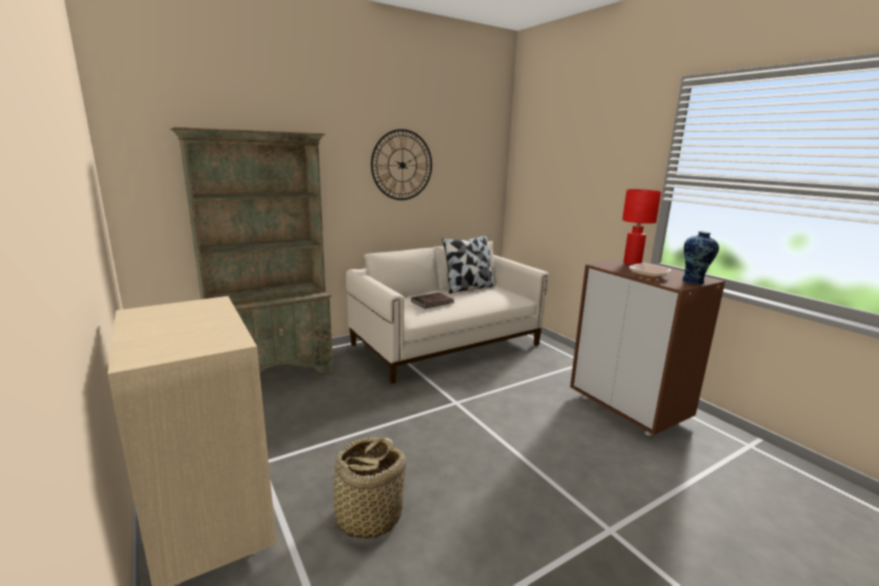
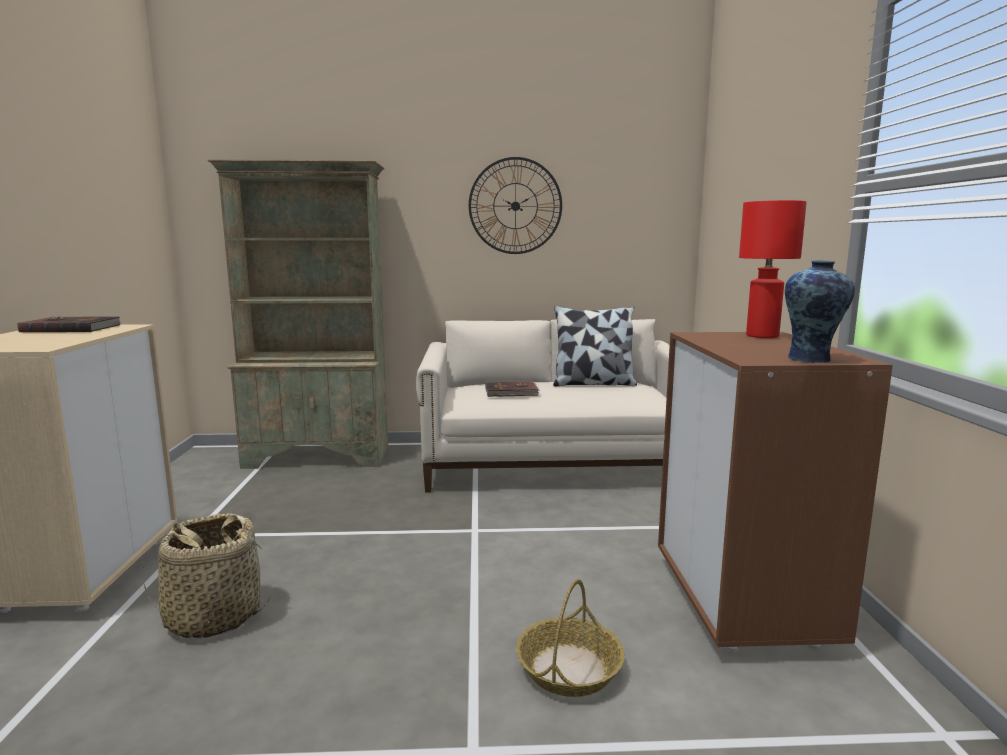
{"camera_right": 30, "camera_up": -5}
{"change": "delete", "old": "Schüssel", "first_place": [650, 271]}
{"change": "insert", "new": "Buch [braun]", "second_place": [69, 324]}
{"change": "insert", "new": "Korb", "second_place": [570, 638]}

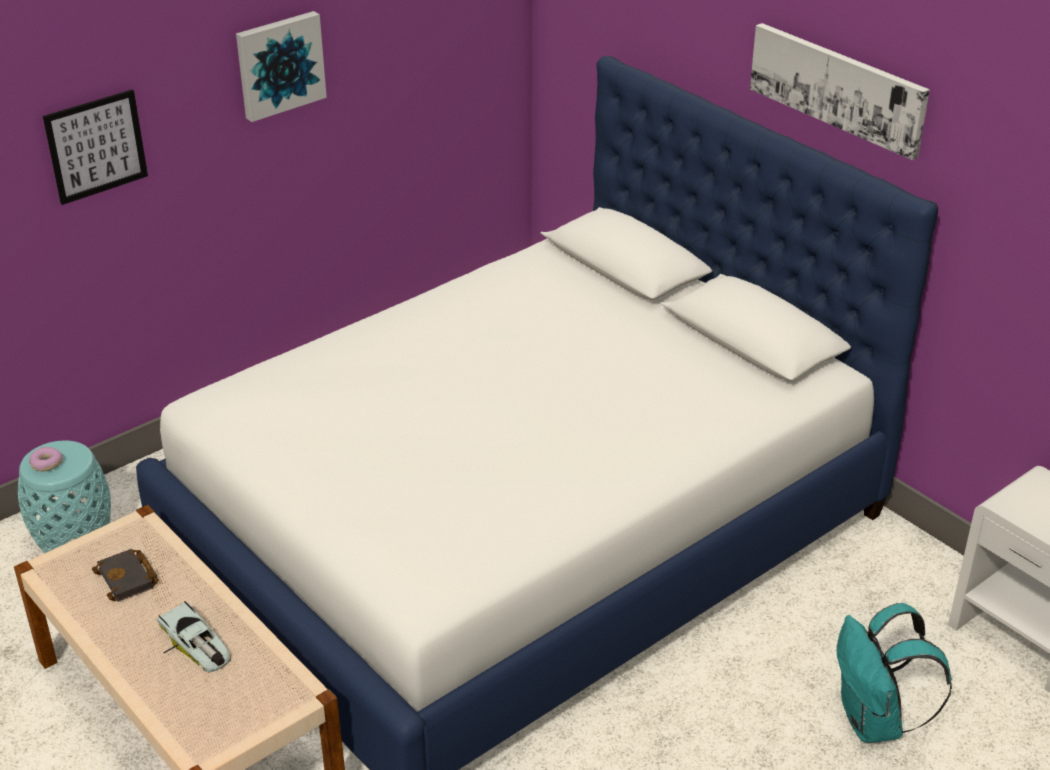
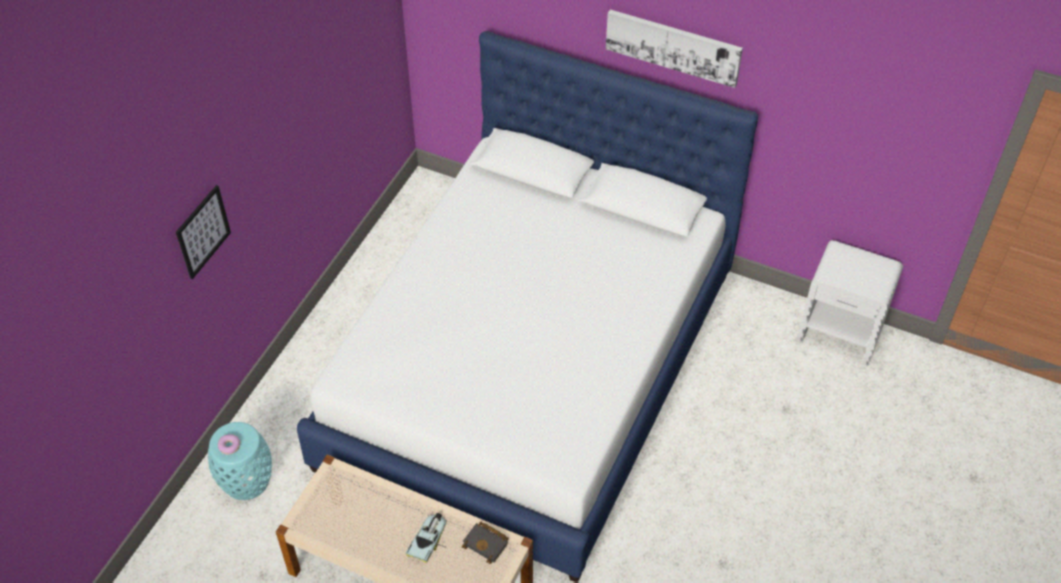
{"camera_right": -25, "camera_up": 15}
{"change": "delete", "old": "Bild", "first_place": [281, 66]}
{"change": "delete", "old": "Rucksack [türkis]", "first_place": [894, 673]}
{"change": "move", "old": "Buch [schwarz]", "first_place": [125, 575], "second_place": [485, 543]}
{"change": "rotate", "old": "Spielzeugauto", "first_place": [194, 636], "second_place": [426, 538], "degrees": -90}

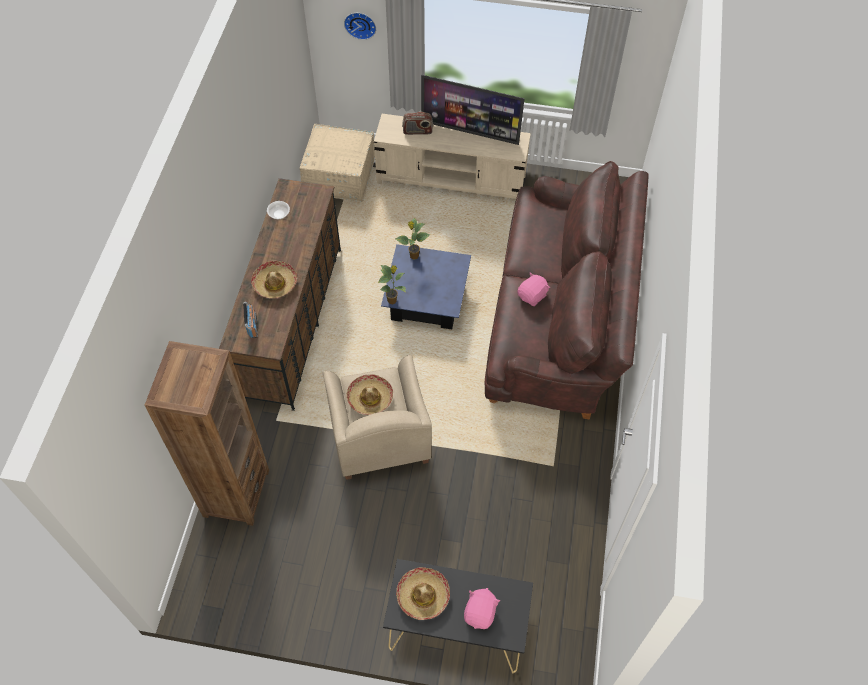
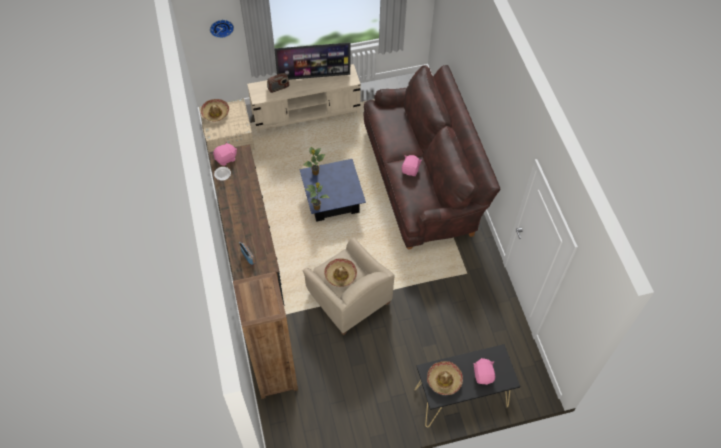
{"camera_right": -25, "camera_up": 0}
{"change": "insert", "new": "Plüschtier [rosa]", "second_place": [225, 154]}
{"change": "move", "old": "Hut", "first_place": [274, 280], "second_place": [215, 110]}

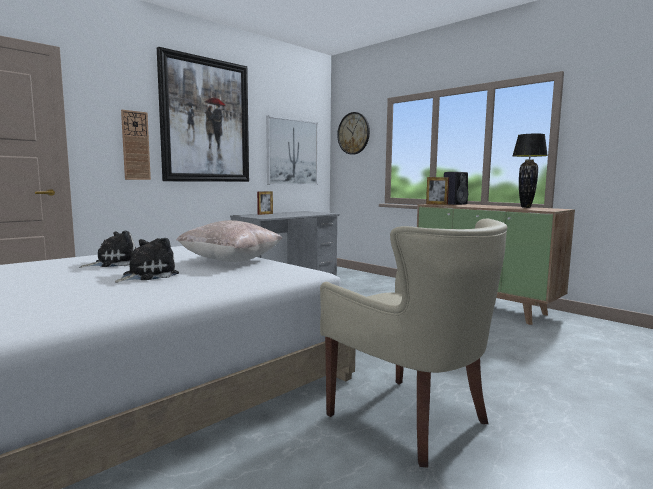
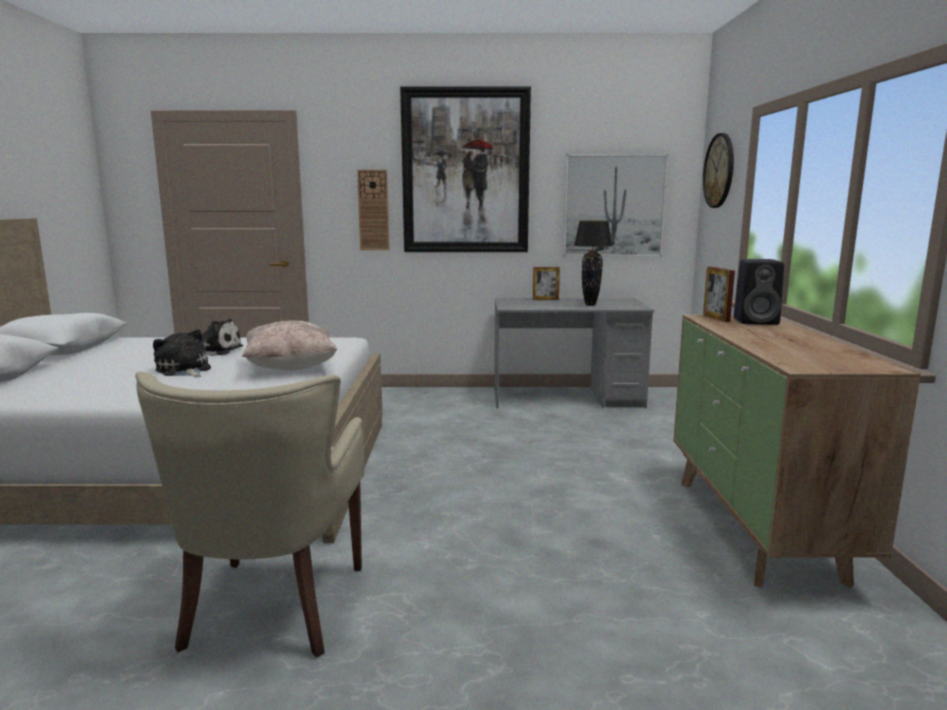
{"camera_right": 45, "camera_up": 5}
{"change": "move", "old": "Tischlampe [schwarz]", "first_place": [530, 171], "second_place": [593, 263]}
{"change": "rotate", "old": "Plüschtier", "first_place": [147, 260], "second_place": [182, 353], "degrees": -120}

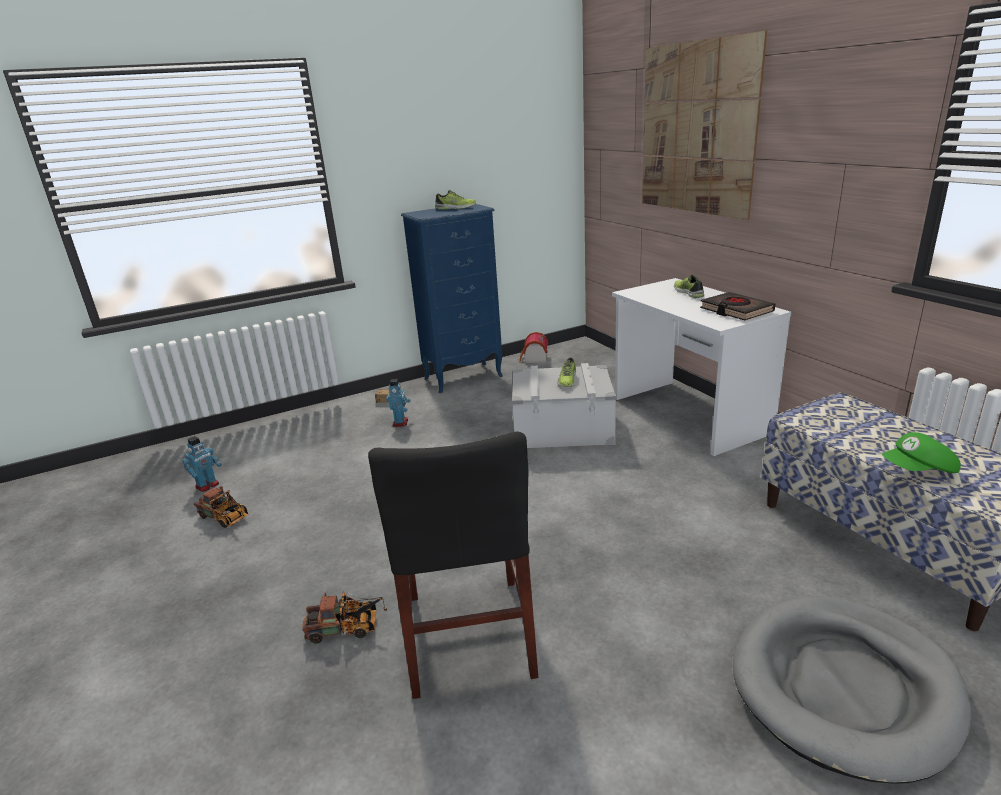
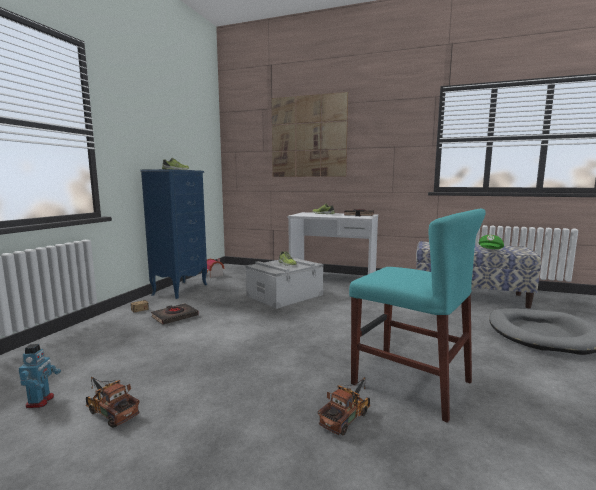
{"camera_right": -45, "camera_up": -15}
{"change": "replace", "old": "Spielzeugroboter", "new": "Buch [schwarz]", "first_place": [398, 403], "second_place": [175, 314]}
{"change": "recolor", "old": "Stuhl [schwarz]", "new": "Stuhl [türkis]", "first_place": [453, 565], "second_place": [417, 316]}
{"change": "rotate", "old": "Spielzeuglaster", "first_place": [221, 507], "second_place": [113, 402], "degrees": -135}

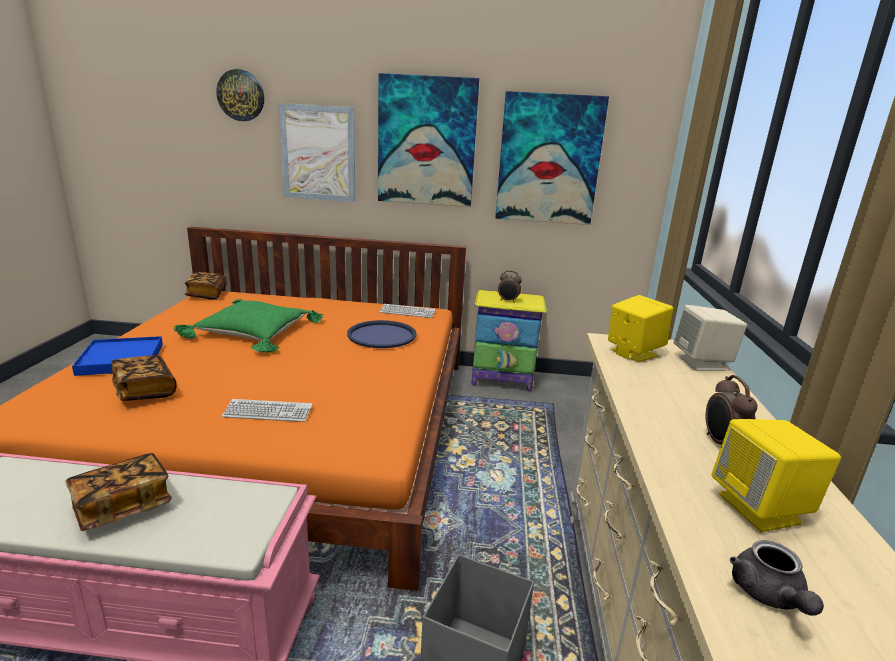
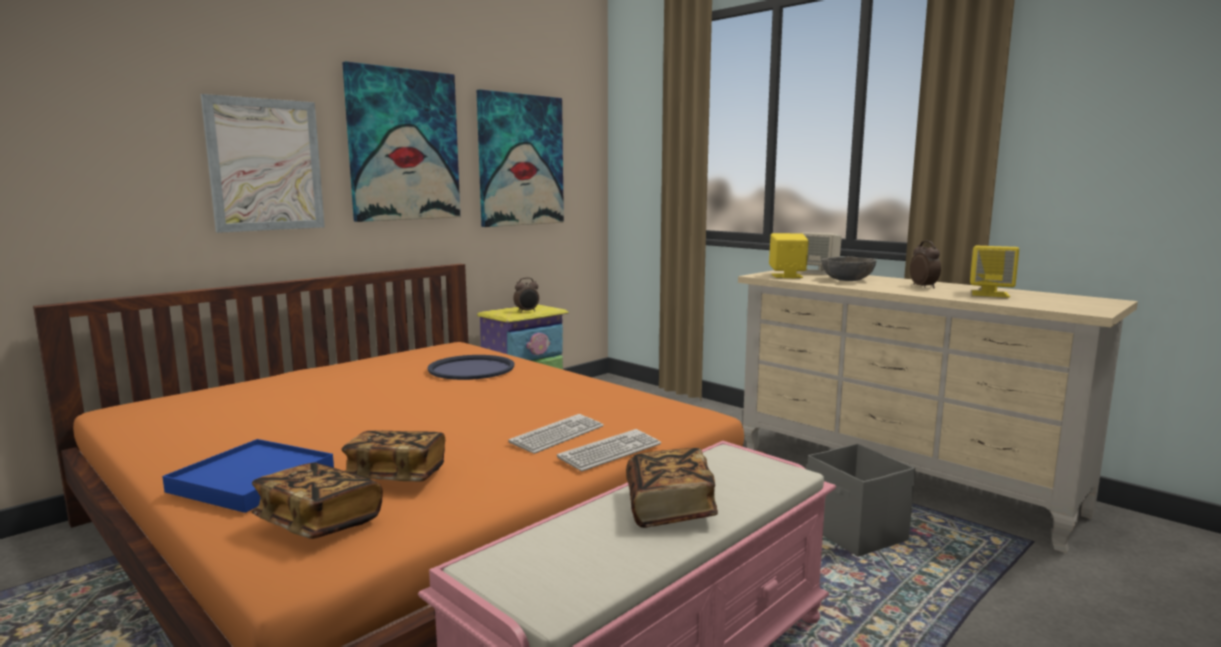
{"camera_right": -50, "camera_up": -10}
{"change": "delete", "old": "Kissen [grün]", "first_place": [249, 326]}
{"change": "delete", "old": "Wanduhr", "first_place": [240, 95]}
{"change": "delete", "old": "Teekanne [grau]", "first_place": [777, 578]}
{"change": "insert", "new": "Schüssel [grau]", "second_place": [849, 268]}
{"change": "move", "old": "Buch", "first_place": [206, 286], "second_place": [317, 501]}
{"change": "move", "old": "Tastatur", "first_place": [407, 311], "second_place": [609, 450]}
{"change": "rotate", "old": "Wecker", "first_place": [731, 410], "second_place": [925, 264], "degrees": -135}

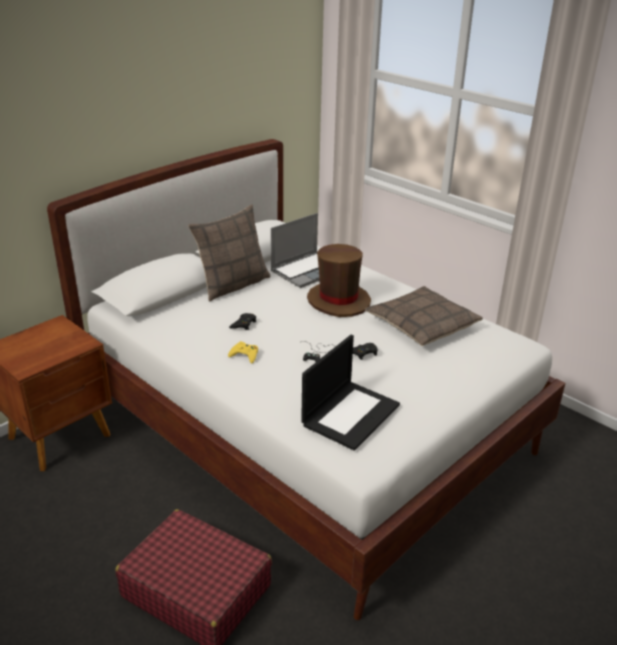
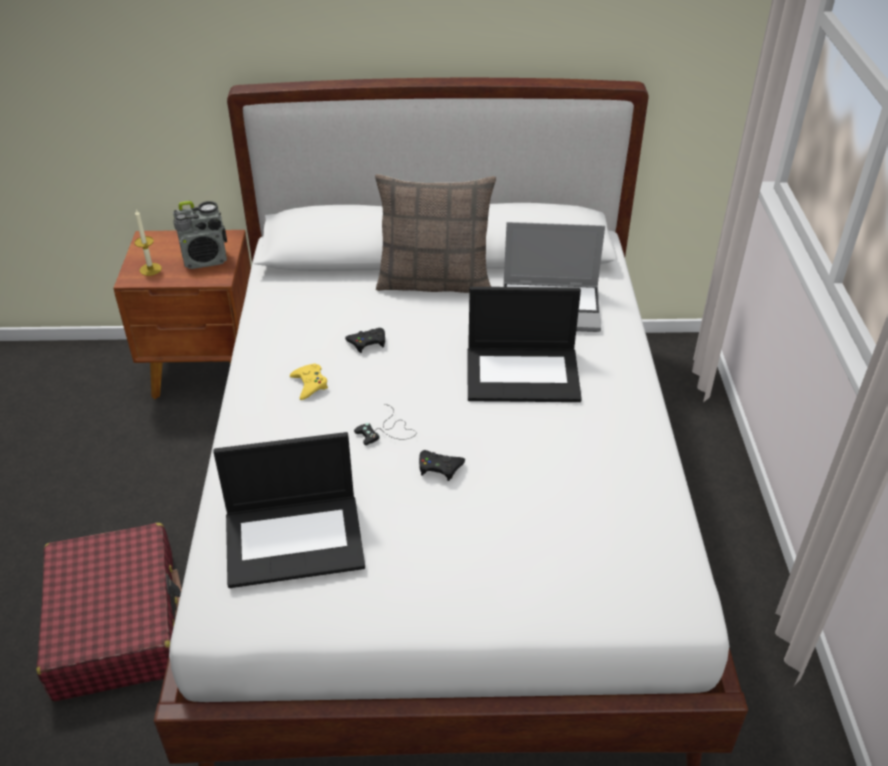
{"camera_right": 45, "camera_up": 10}
{"change": "delete", "old": "Kissen", "first_place": [424, 316]}
{"change": "insert", "new": "Kerze", "second_place": [148, 242]}
{"change": "insert", "new": "Radio", "second_place": [200, 235]}
{"change": "replace", "old": "Hut [braun]", "new": "Laptop", "first_place": [339, 280], "second_place": [524, 344]}

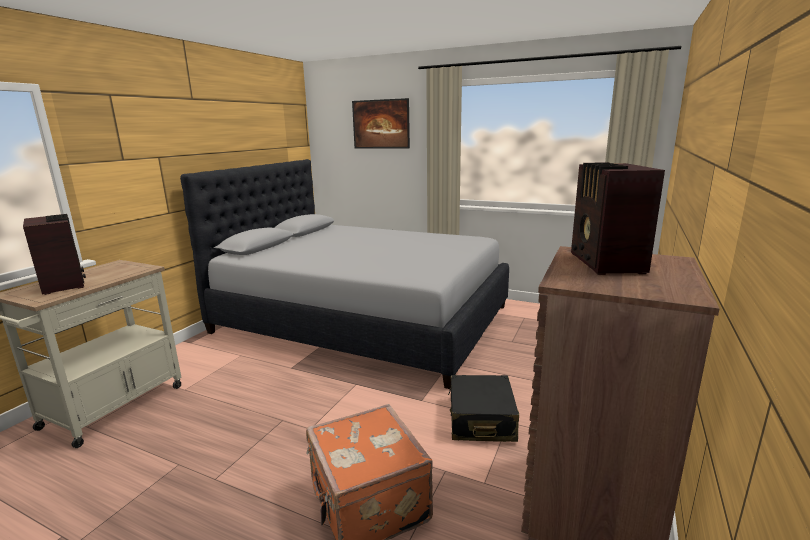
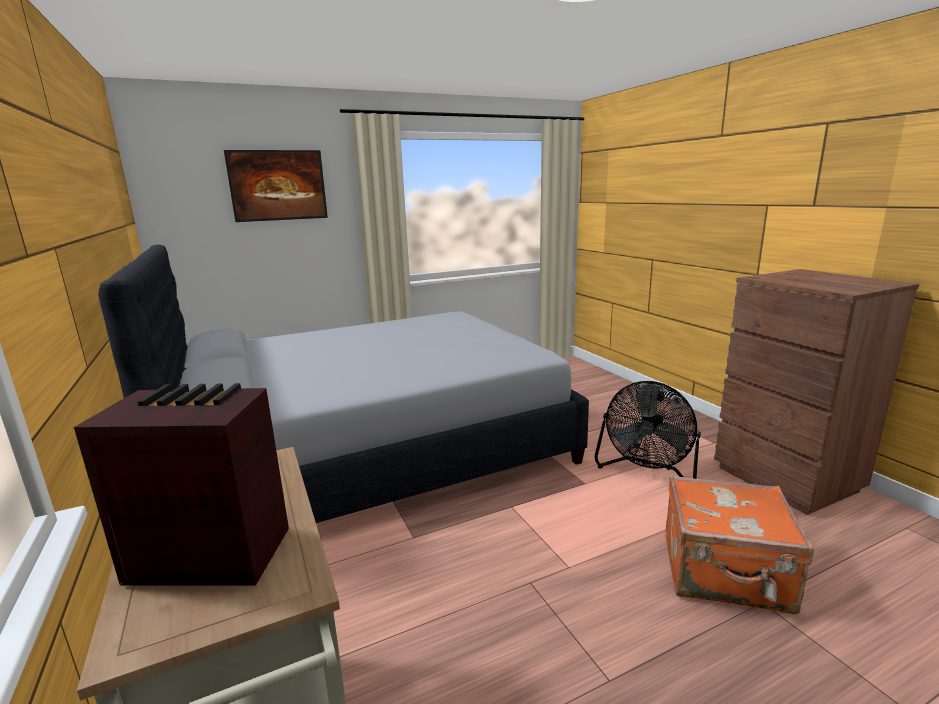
{"camera_right": -50, "camera_up": 0}
{"change": "delete", "old": "Radio", "first_place": [618, 218]}
{"change": "replace", "old": "Koffer [schwarz]", "new": "Ventilator [schwarz]", "first_place": [483, 408], "second_place": [648, 430]}

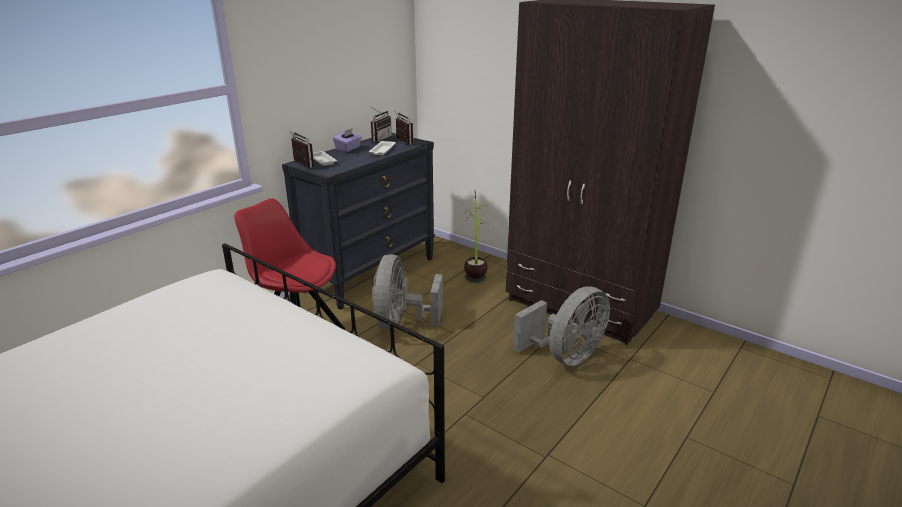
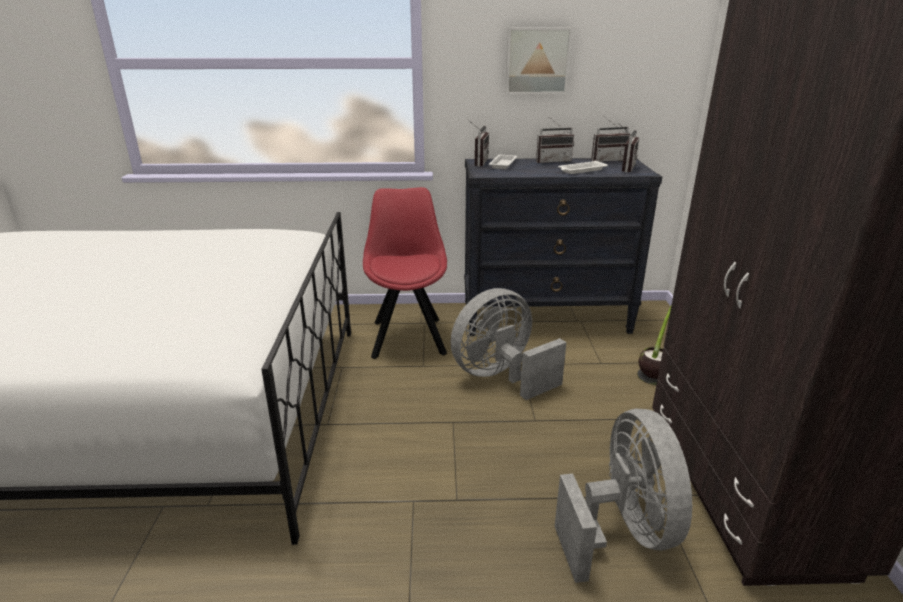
{"camera_right": 50, "camera_up": 0}
{"change": "insert", "new": "Bild", "second_place": [538, 60]}
{"change": "replace", "old": "Taschentuchbox [lila]", "new": "Radio", "first_place": [347, 140], "second_place": [555, 140]}
{"change": "rotate", "old": "Ventilator [grau]", "first_place": [561, 326], "second_place": [623, 495], "degrees": -105}

